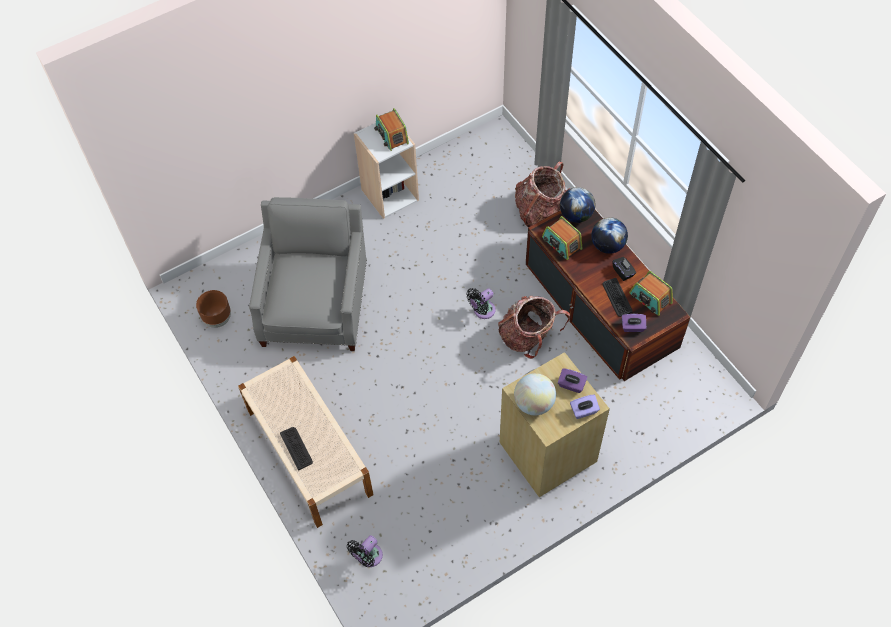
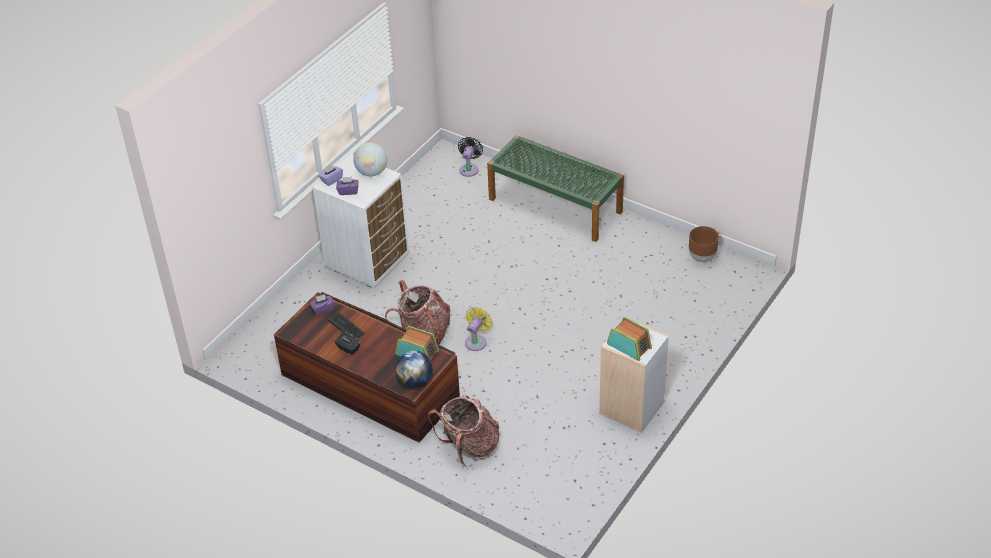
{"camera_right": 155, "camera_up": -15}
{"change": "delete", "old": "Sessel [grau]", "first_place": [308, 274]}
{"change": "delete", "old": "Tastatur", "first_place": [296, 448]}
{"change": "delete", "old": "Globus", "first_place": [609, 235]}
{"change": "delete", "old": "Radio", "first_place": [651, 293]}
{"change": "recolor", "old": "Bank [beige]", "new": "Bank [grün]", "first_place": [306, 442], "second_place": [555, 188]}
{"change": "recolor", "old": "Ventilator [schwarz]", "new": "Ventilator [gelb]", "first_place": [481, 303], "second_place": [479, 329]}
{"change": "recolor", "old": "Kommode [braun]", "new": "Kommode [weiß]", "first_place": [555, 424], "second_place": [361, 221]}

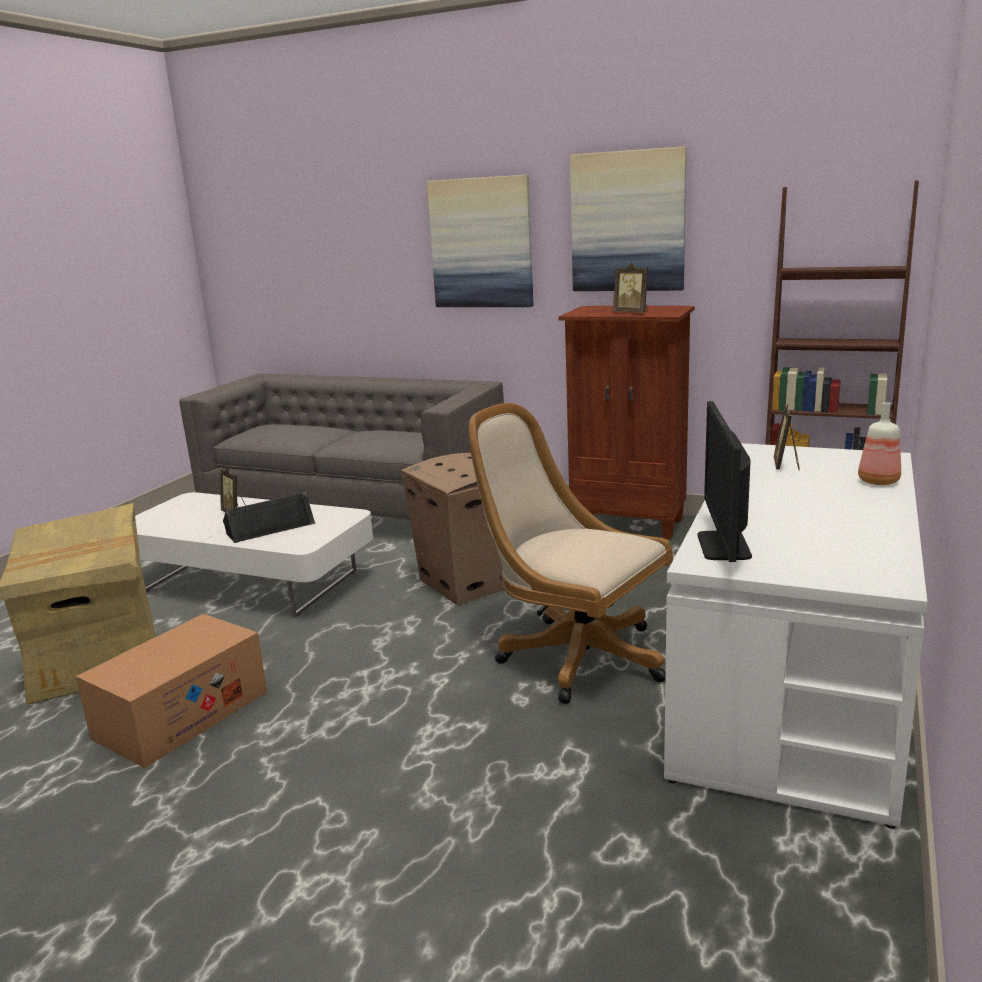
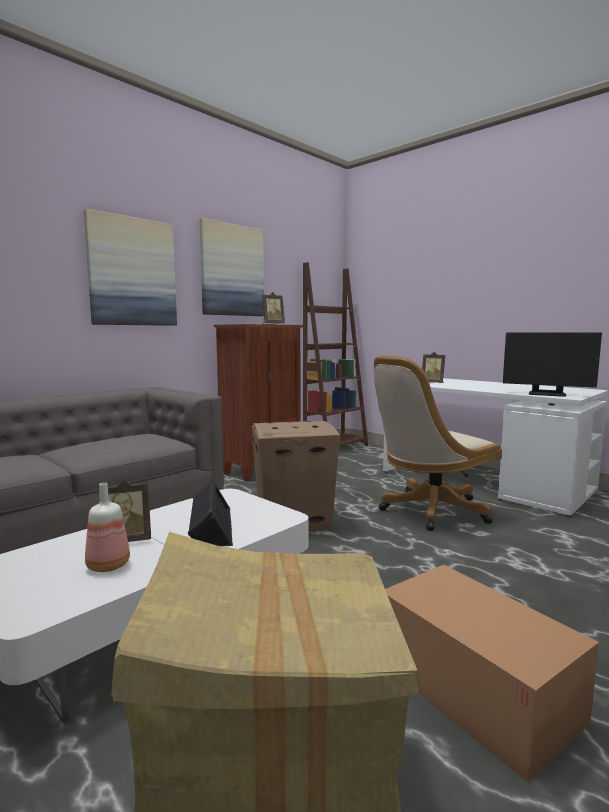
{"camera_right": -70, "camera_up": -10}
{"change": "move", "old": "Flasche", "first_place": [879, 443], "second_place": [107, 527]}

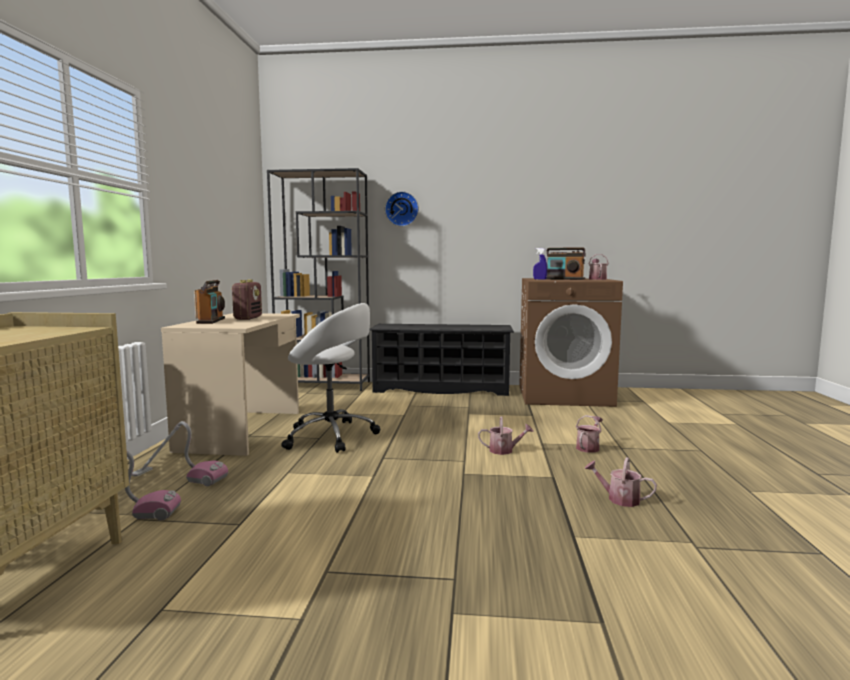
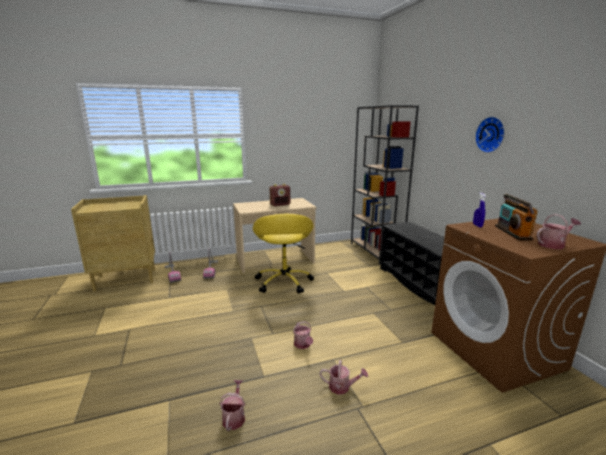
{"camera_right": 65, "camera_up": 10}
{"change": "delete", "old": "Radio", "first_place": [209, 302]}
{"change": "move", "old": "Wanduhr", "first_place": [402, 208], "second_place": [490, 135]}
{"change": "recolor", "old": "Bürostuhl [weiß]", "new": "Bürostuhl [gelb]", "first_place": [330, 378], "second_place": [283, 253]}

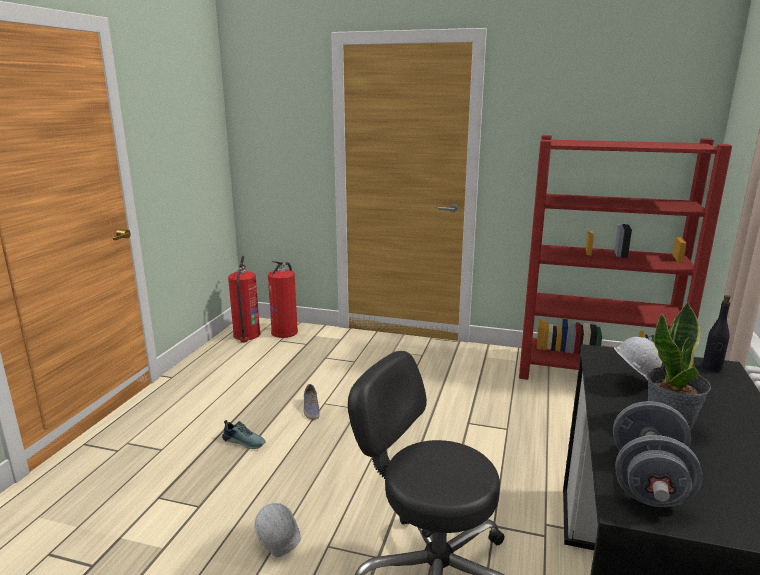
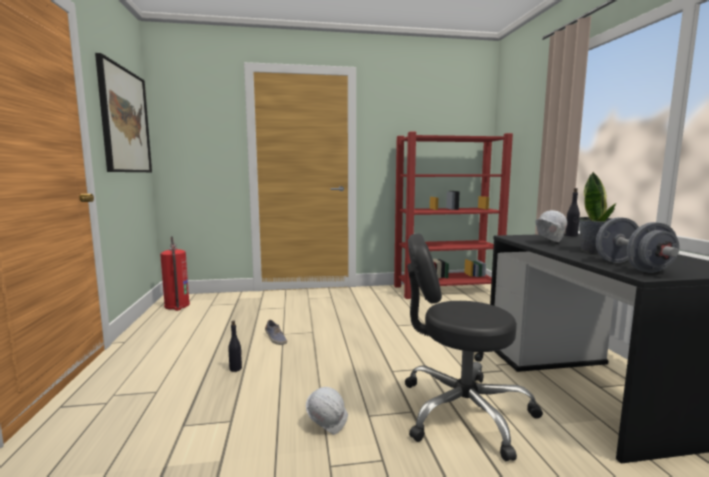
{"camera_right": -25, "camera_up": -10}
{"change": "delete", "old": "Feuerlöscher", "first_place": [283, 299]}
{"change": "insert", "new": "Bild", "second_place": [123, 112]}
{"change": "replace", "old": "Schuh", "new": "Flasche [schwarz]", "first_place": [244, 434], "second_place": [235, 346]}

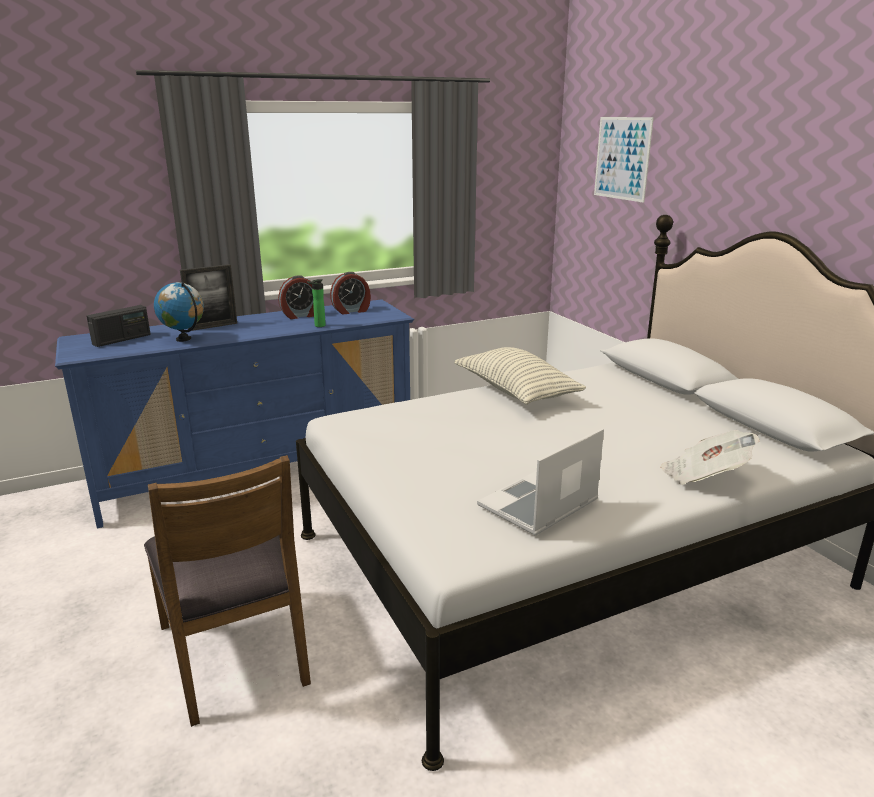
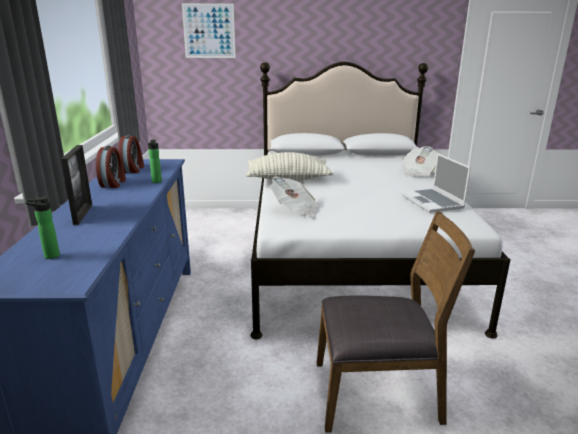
{"camera_right": -65, "camera_up": 0}
{"change": "delete", "old": "Globus", "first_place": [179, 312]}
{"change": "insert", "new": "Zeitung", "second_place": [294, 196]}
{"change": "replace", "old": "Radio", "new": "Flasche", "first_place": [118, 326], "second_place": [42, 228]}

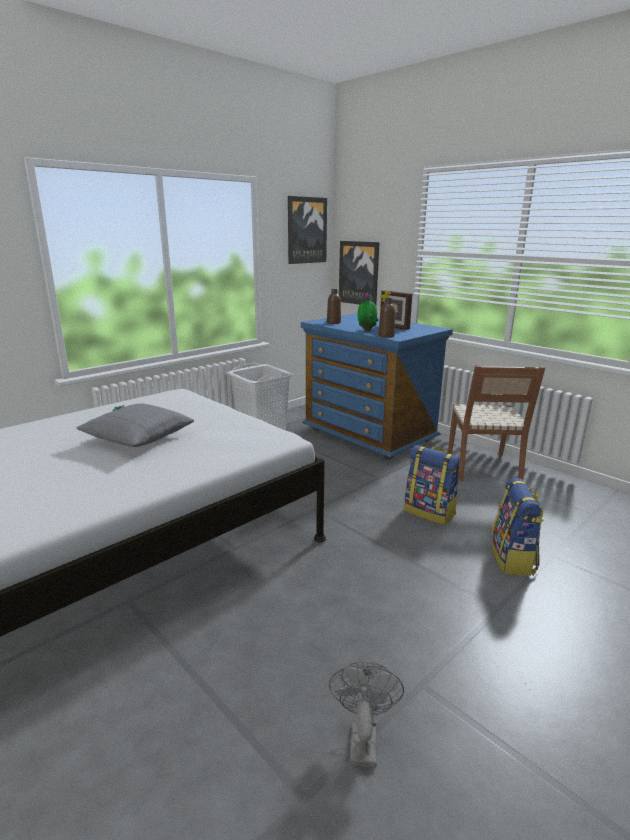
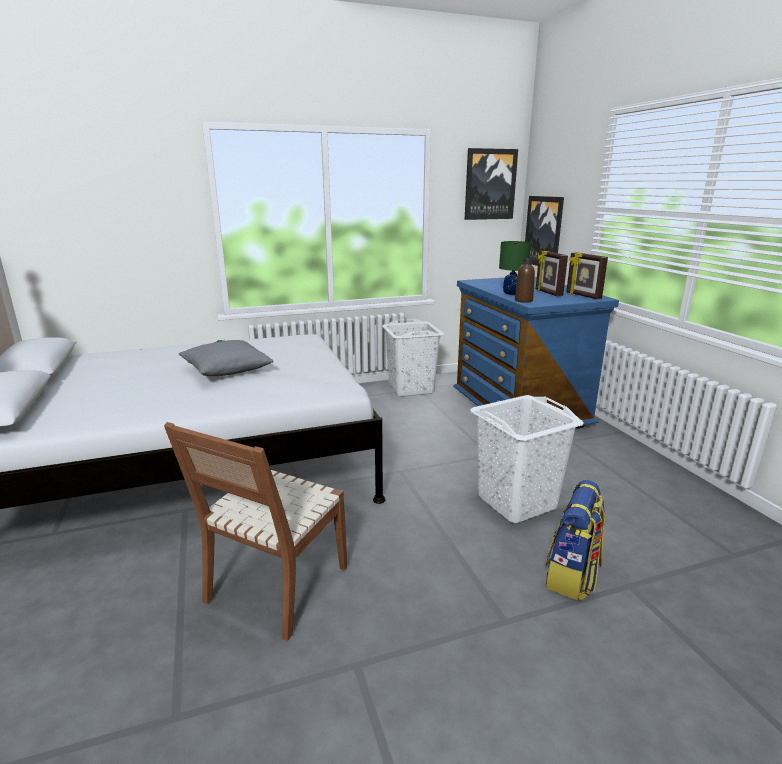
{"camera_right": 25, "camera_up": 0}
{"change": "delete", "old": "Flasche [braun]", "first_place": [334, 306]}
{"change": "delete", "old": "Ventilator [grau]", "first_place": [366, 714]}
{"change": "insert", "new": "Bilderrahmen", "second_place": [587, 276]}
{"change": "move", "old": "Stuhl", "first_place": [496, 423], "second_place": [255, 531]}
{"change": "replace", "old": "Topfpflanze", "new": "Tischlampe [grün]", "first_place": [368, 311], "second_place": [515, 268]}
{"change": "replace", "old": "Rucksack", "new": "Wäschekorb [weiß]", "first_place": [432, 485], "second_place": [527, 459]}

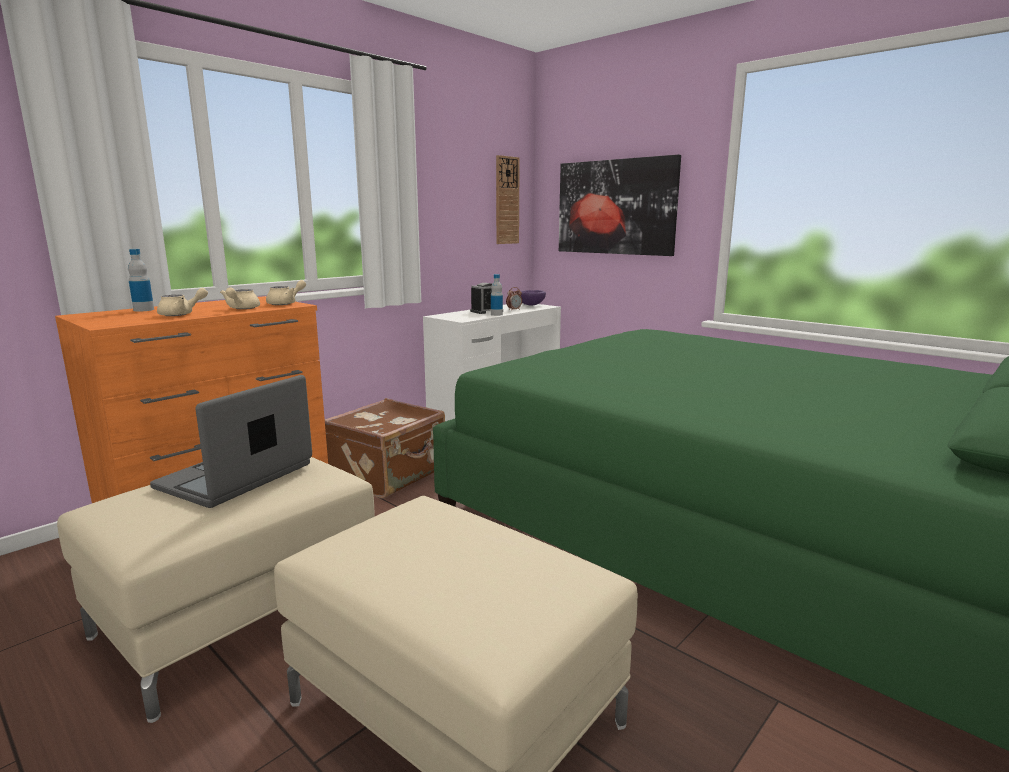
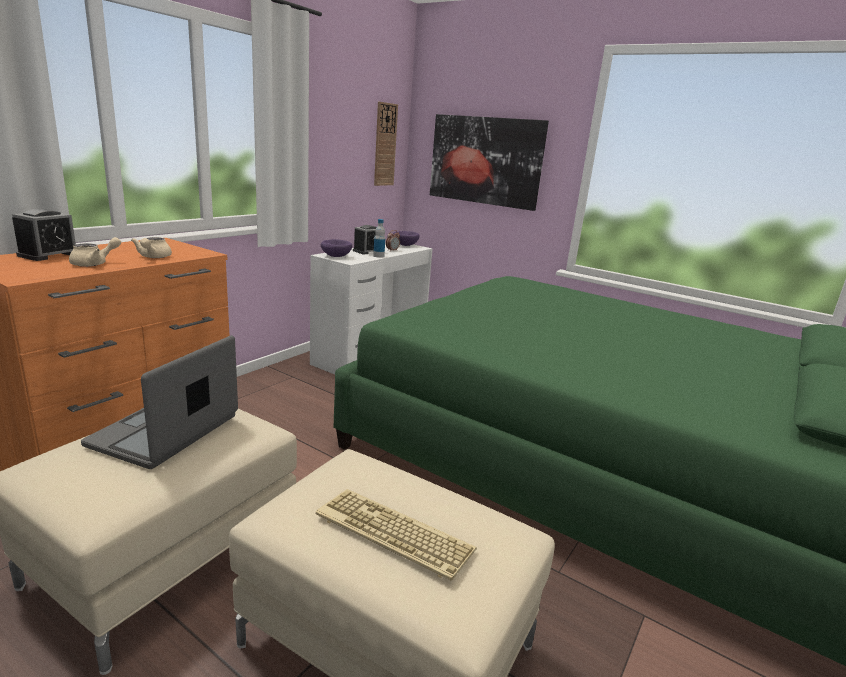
{"camera_right": -10, "camera_up": 5}
{"change": "delete", "old": "Teekanne [beige]", "first_place": [286, 292]}
{"change": "delete", "old": "Koffer [braun]", "first_place": [385, 448]}
{"change": "insert", "new": "Tastatur", "second_place": [396, 535]}
{"change": "insert", "new": "Schüssel [lila]", "second_place": [336, 248]}
{"change": "replace", "old": "Flasche", "new": "Wecker", "first_place": [141, 280], "second_place": [44, 235]}

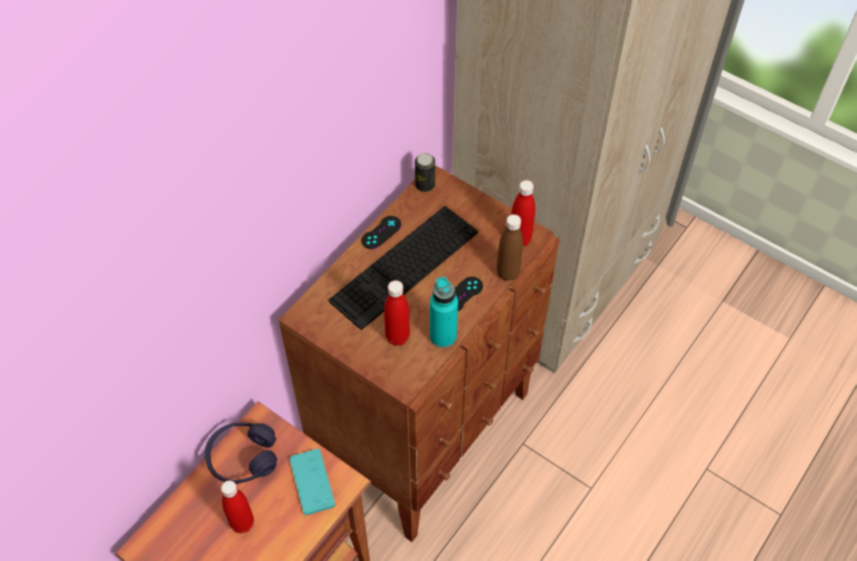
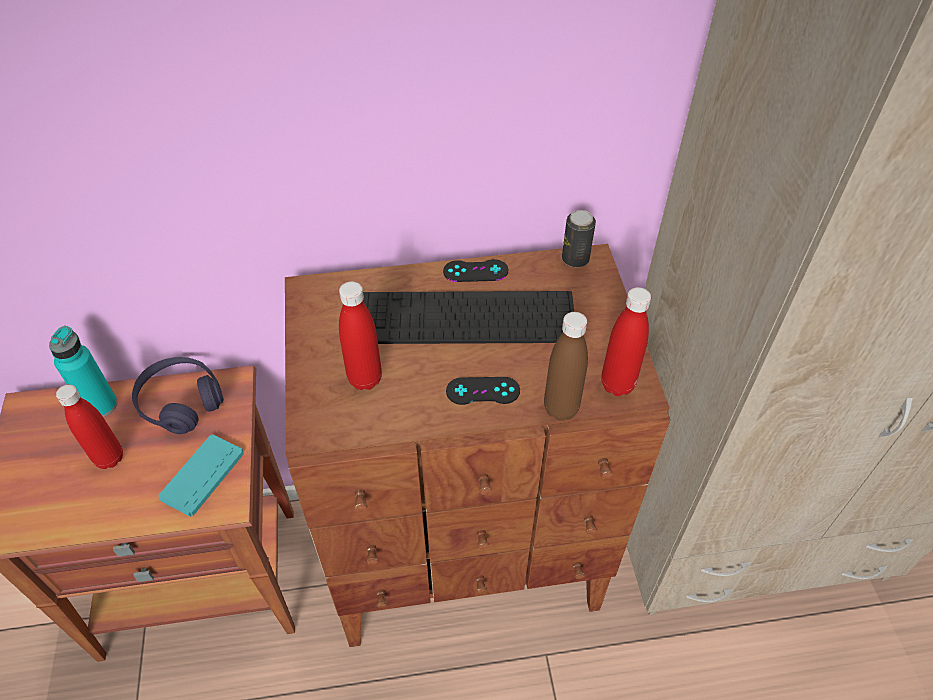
{"camera_right": 45, "camera_up": -5}
{"change": "move", "old": "Flasche [türkis]", "first_place": [444, 312], "second_place": [83, 371]}

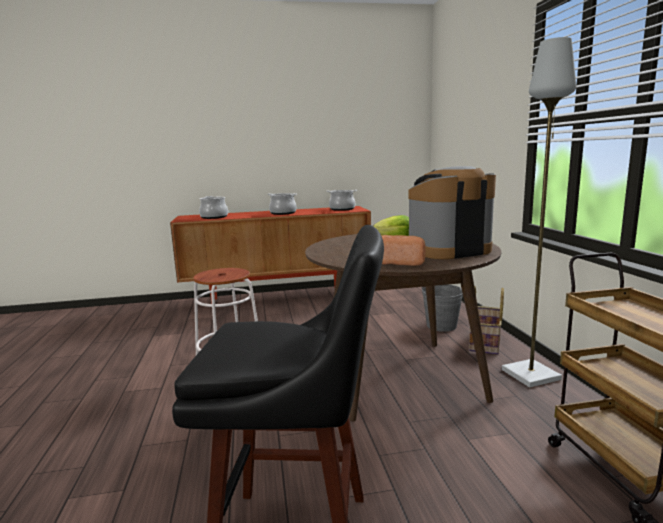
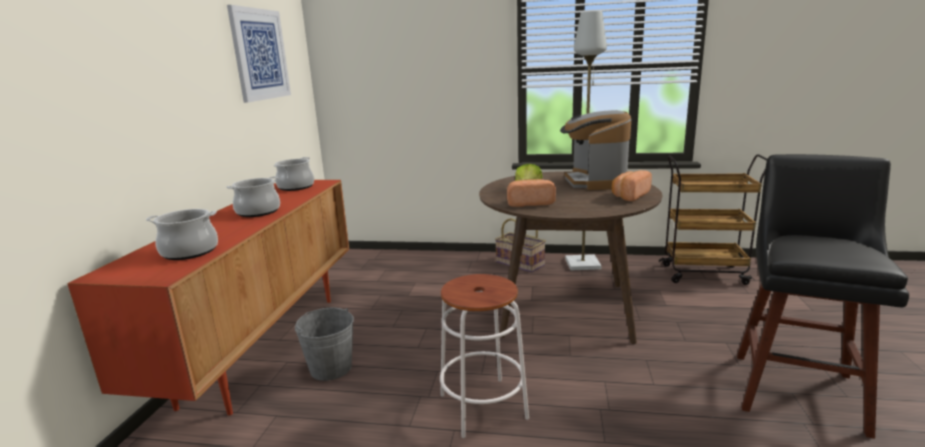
{"camera_right": -70, "camera_up": 5}
{"change": "insert", "new": "Bild", "second_place": [259, 54]}
{"change": "insert", "new": "Brot", "second_place": [531, 193]}
{"change": "move", "old": "Eimer [grau]", "first_place": [442, 308], "second_place": [324, 344]}

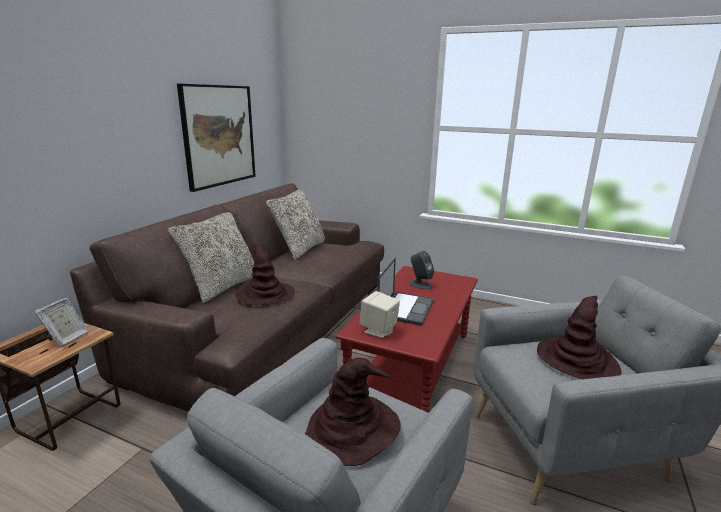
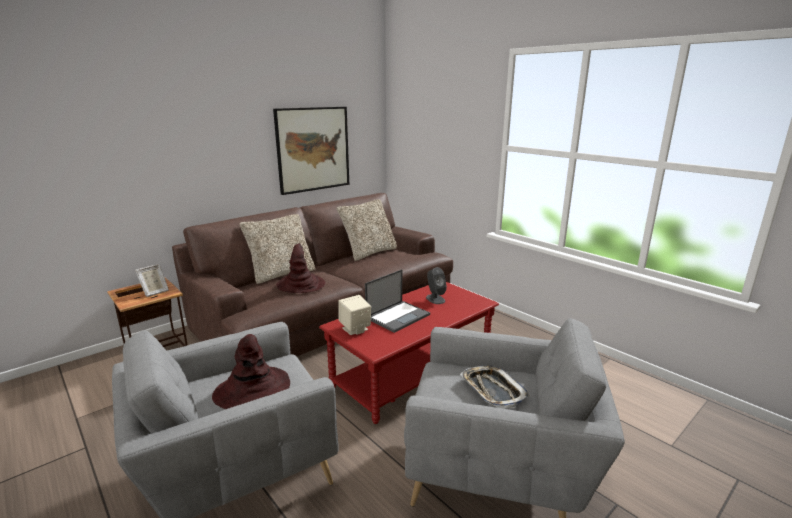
{"camera_right": 25, "camera_up": 0}
{"change": "replace", "old": "Hut [braun]", "new": "Tablett", "first_place": [579, 337], "second_place": [495, 387]}

